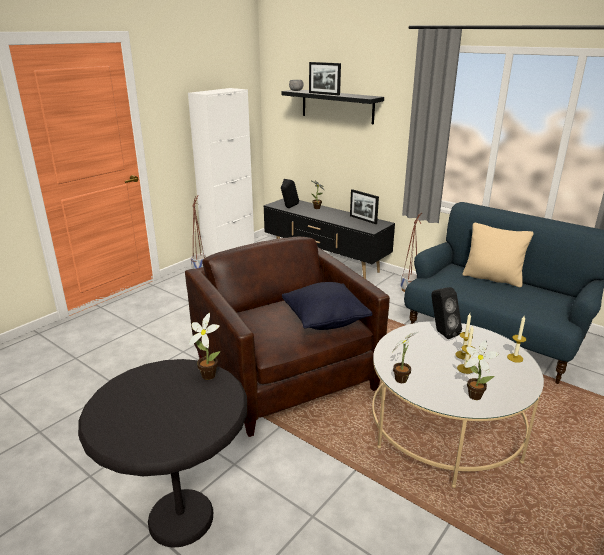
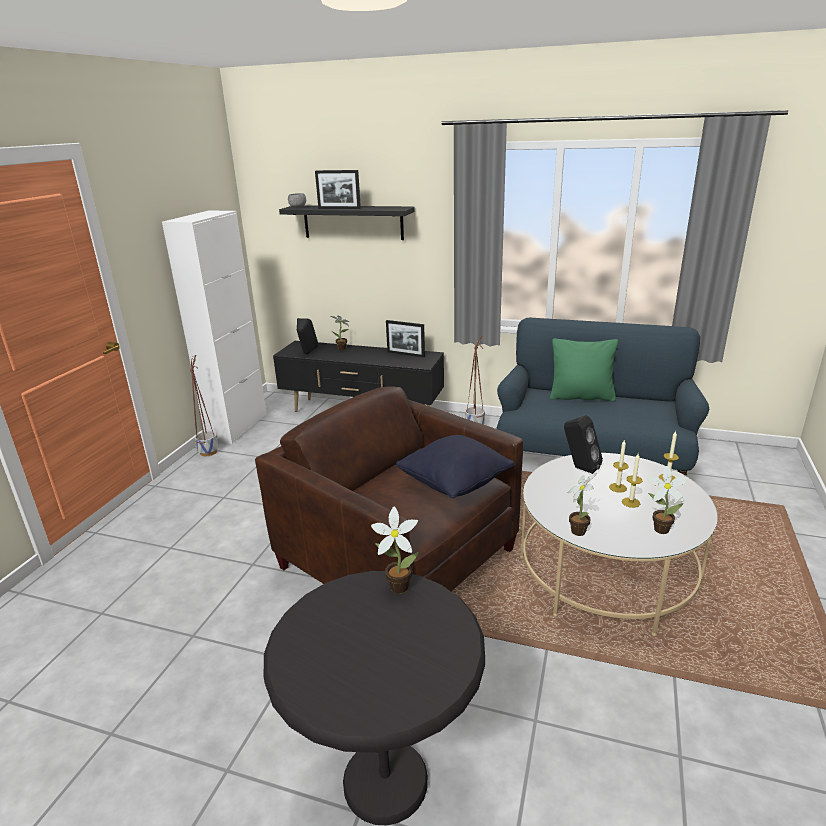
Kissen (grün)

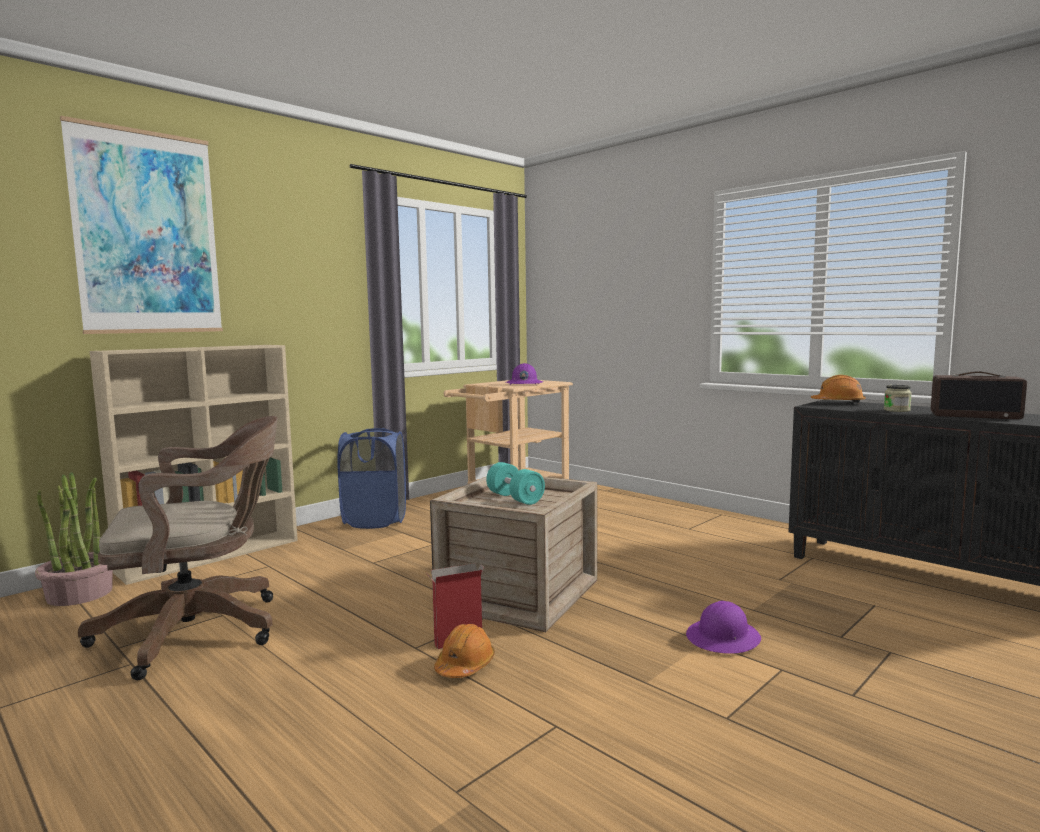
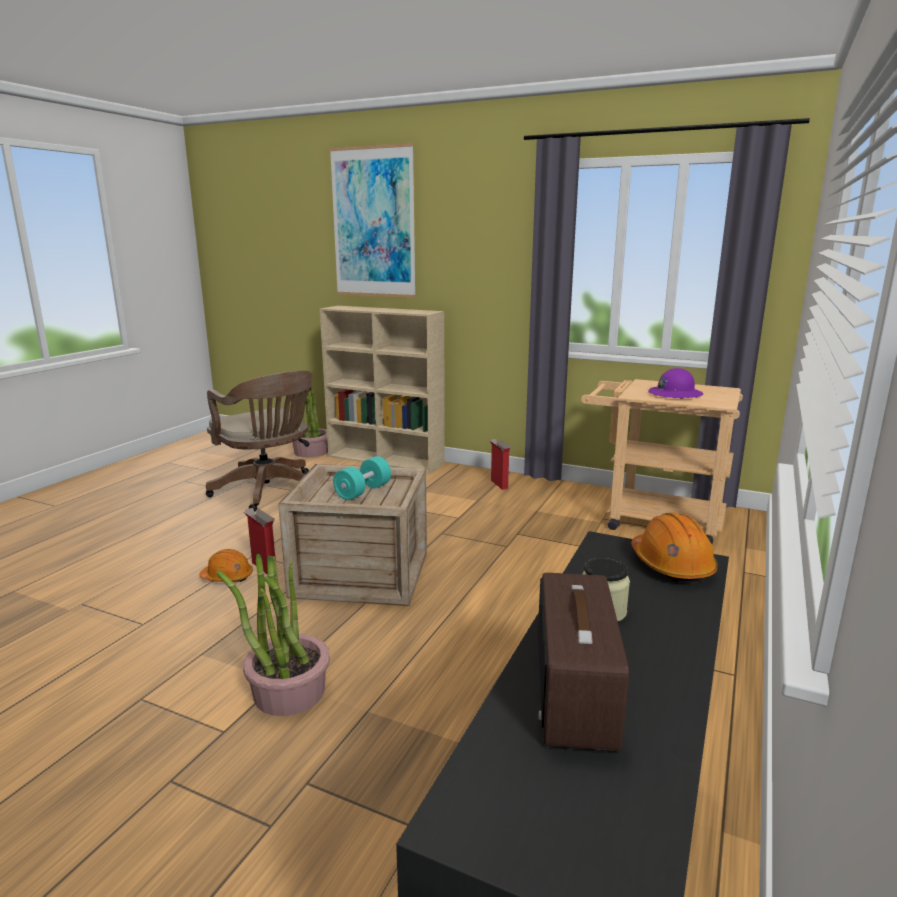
Karton (no. 2 from left)
Topfpflanze (no. 1 from left)

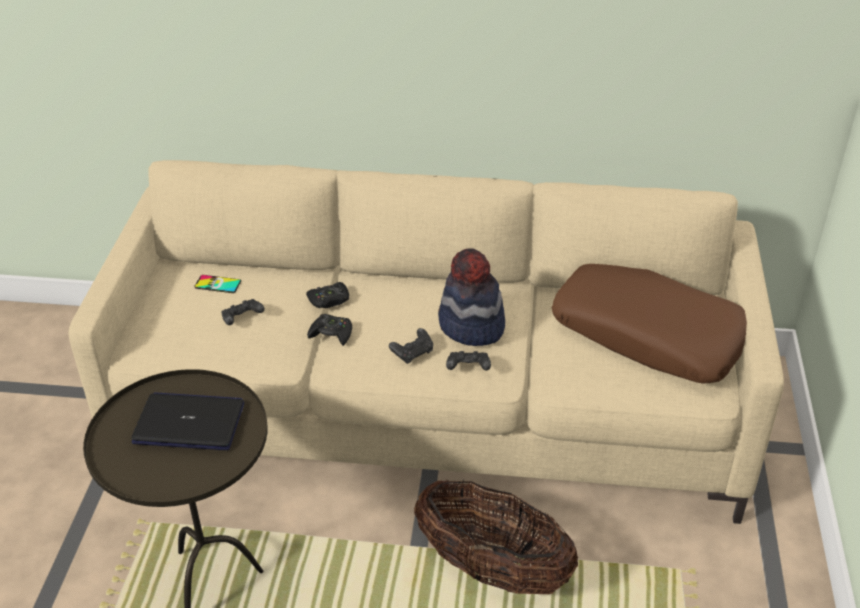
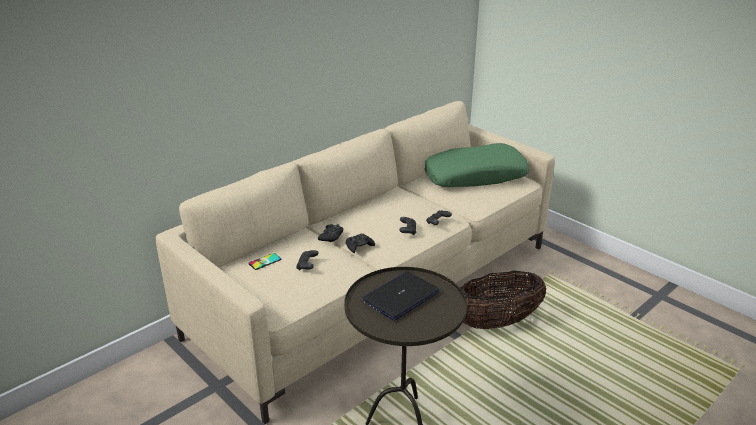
Hut
Kissen (grün)

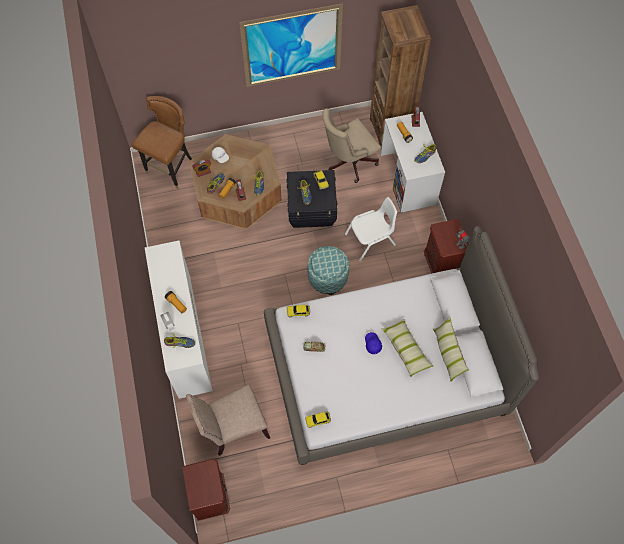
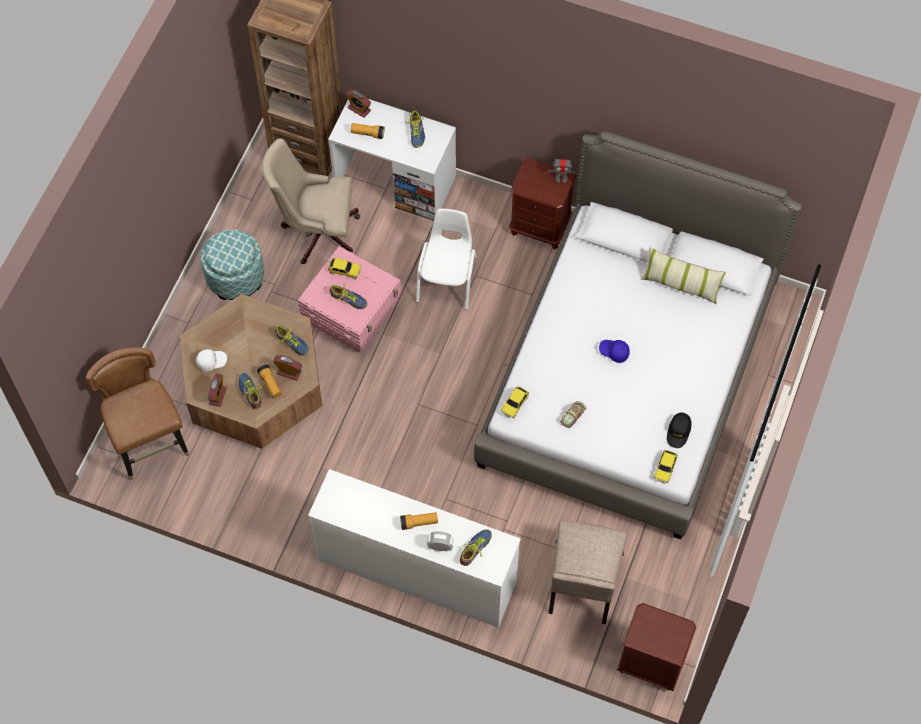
Bild
Aufbewahrungsbox (rosa)
Polsterhocker
Bürostuhl (beige)
Kissen (no. 1 from left in the first image)
Kappe (schwarz)

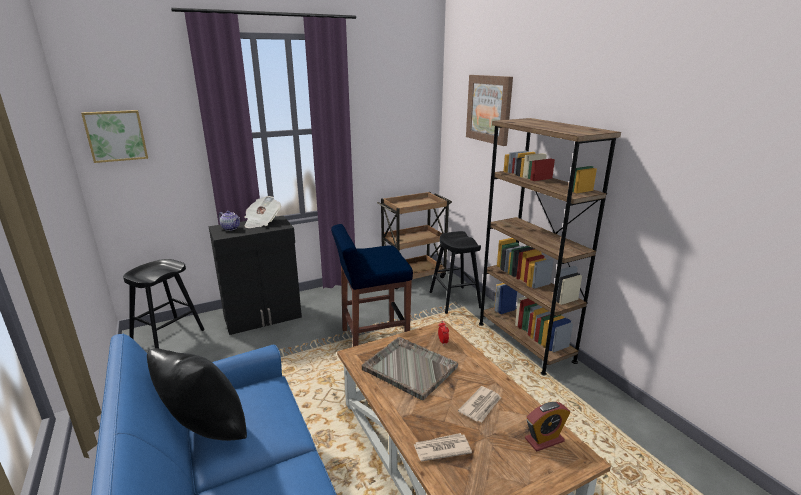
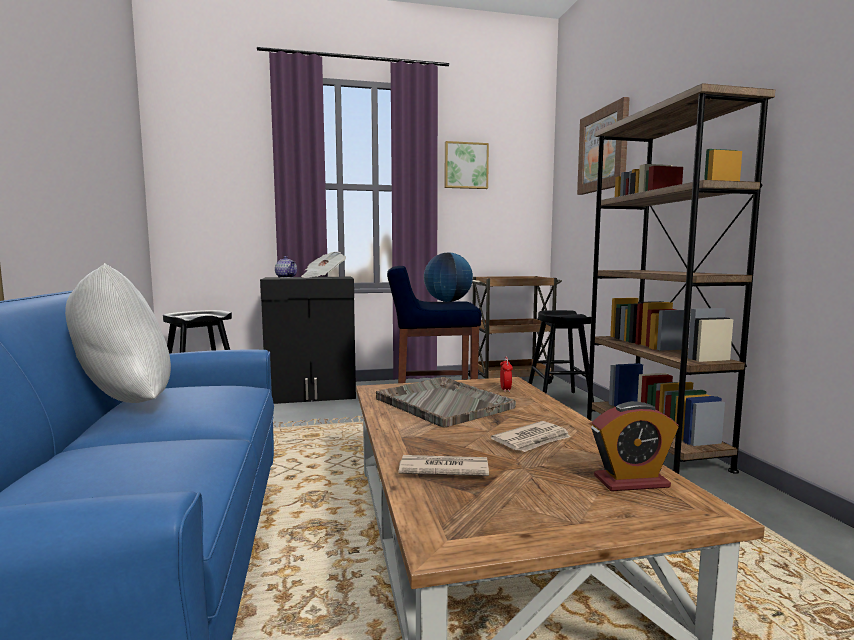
Bild (no. 1 from left)
Kissen (weiß)
Globus

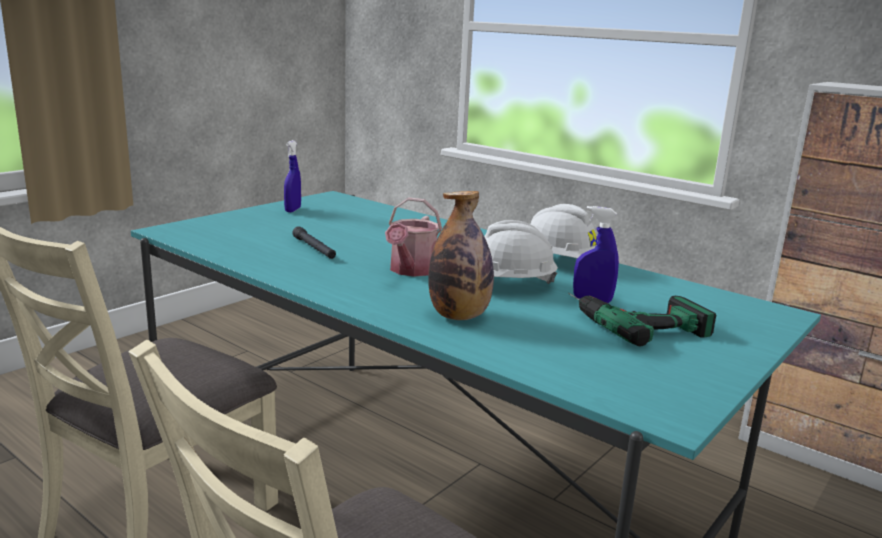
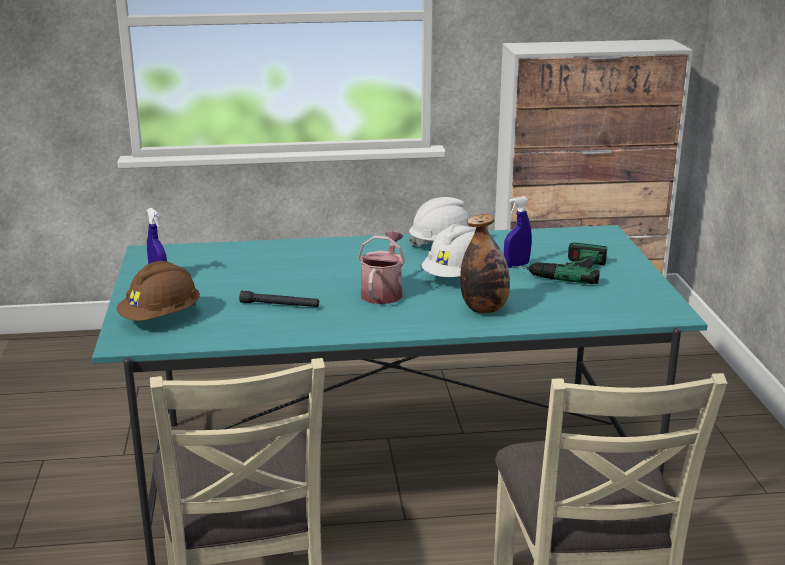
Gießkanne
Schutzhelm (braun)

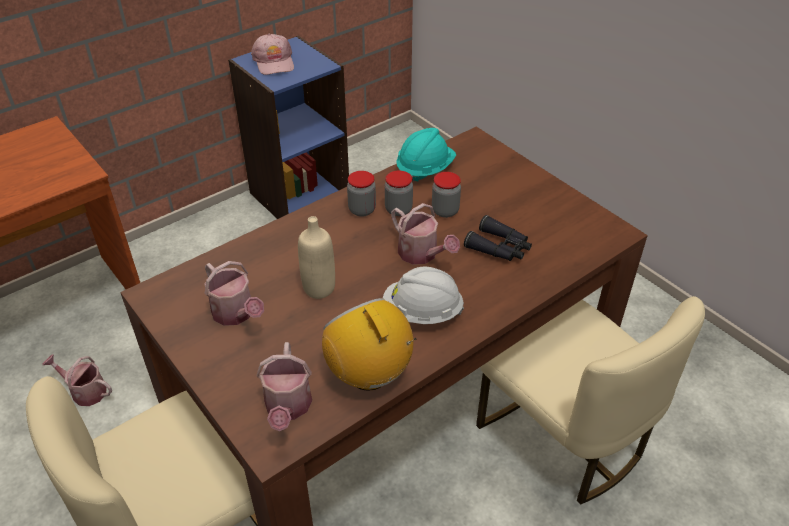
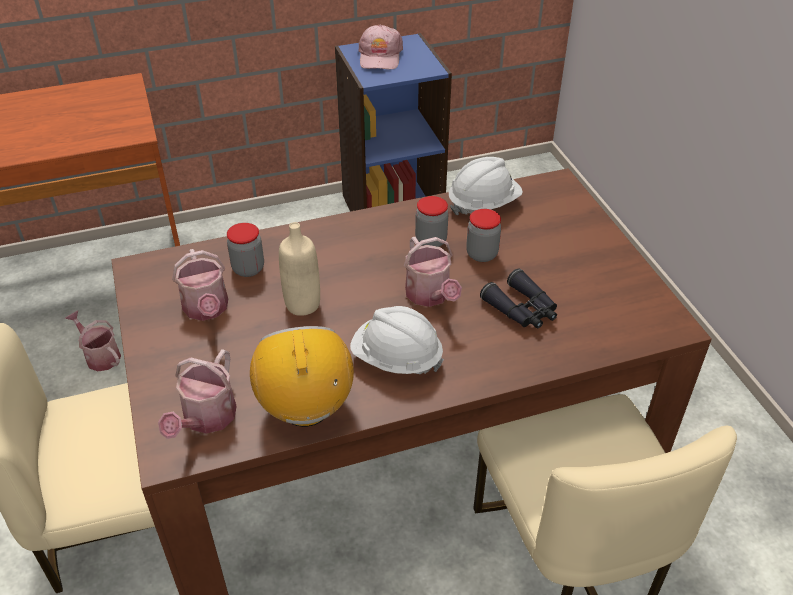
Vorratsglas (no. 1 from left)
Schutzhelm (weiß) (no. 2 from left)

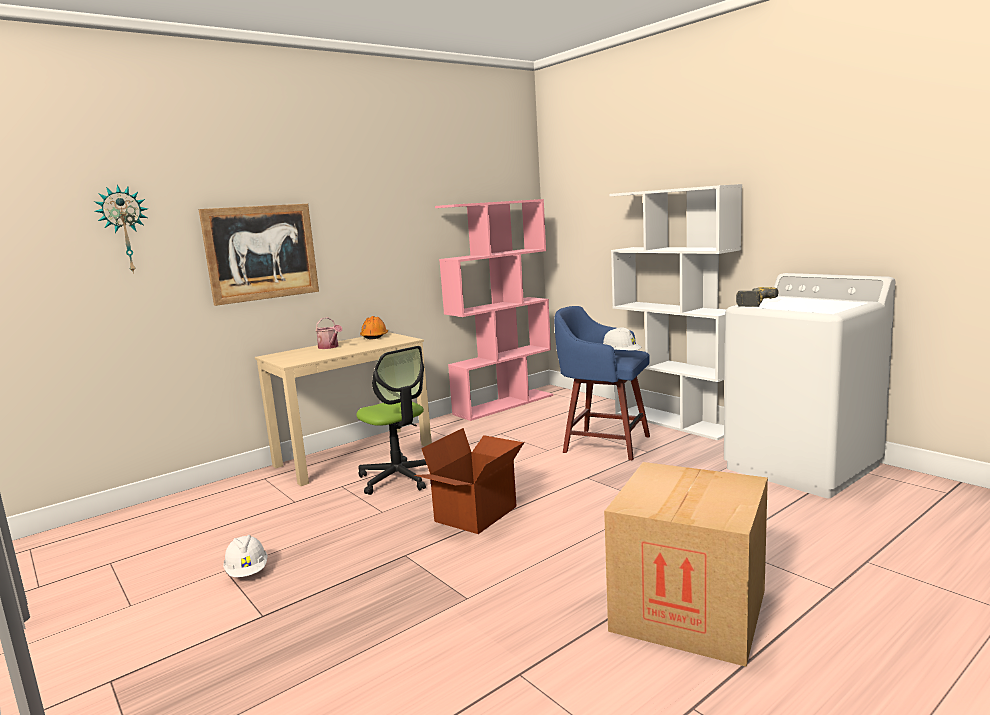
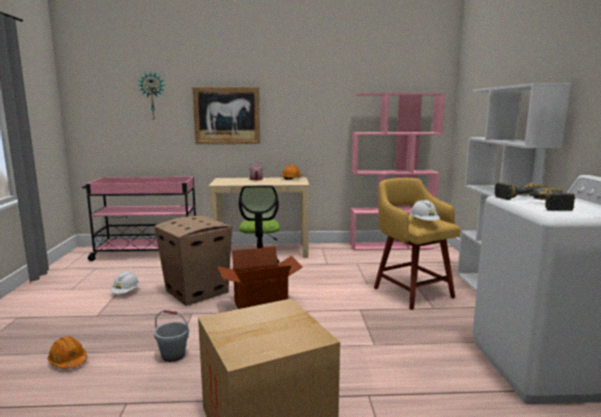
Hocker (gelb)
Schutzhelm (orange) (no. 1 from left)
Rollwagen (rosa)
Karton (no. 1 from left)
Eimer (grau)
Bohrmaschine (no. 2 from left)

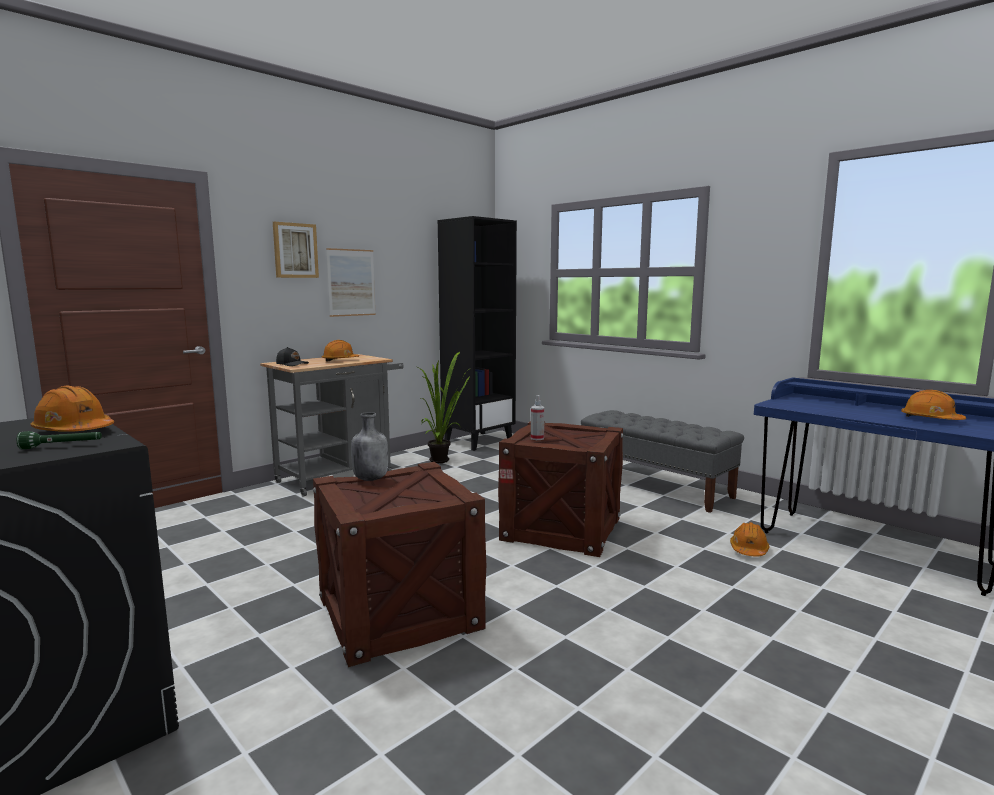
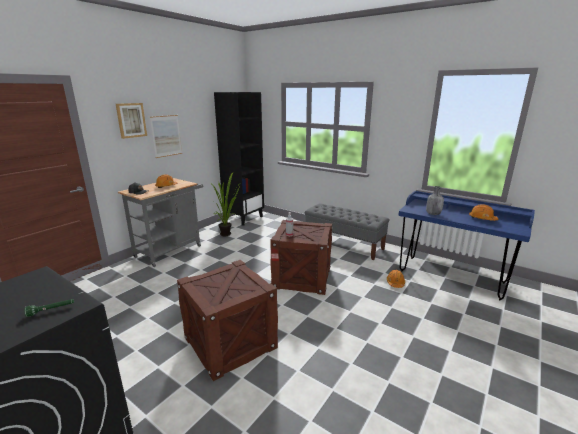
Schutzhelm (orange) (no. 1 from left in the first image)
Flasche (grau)

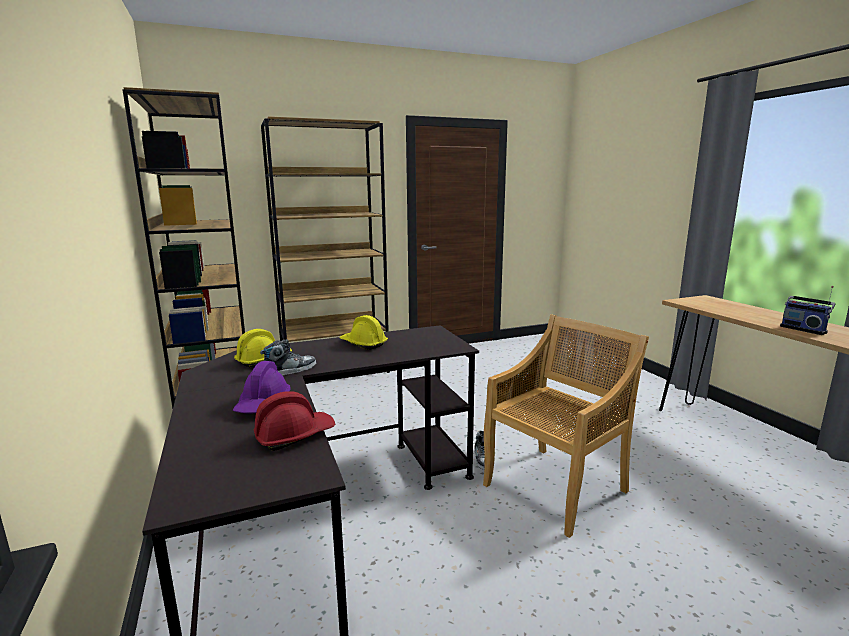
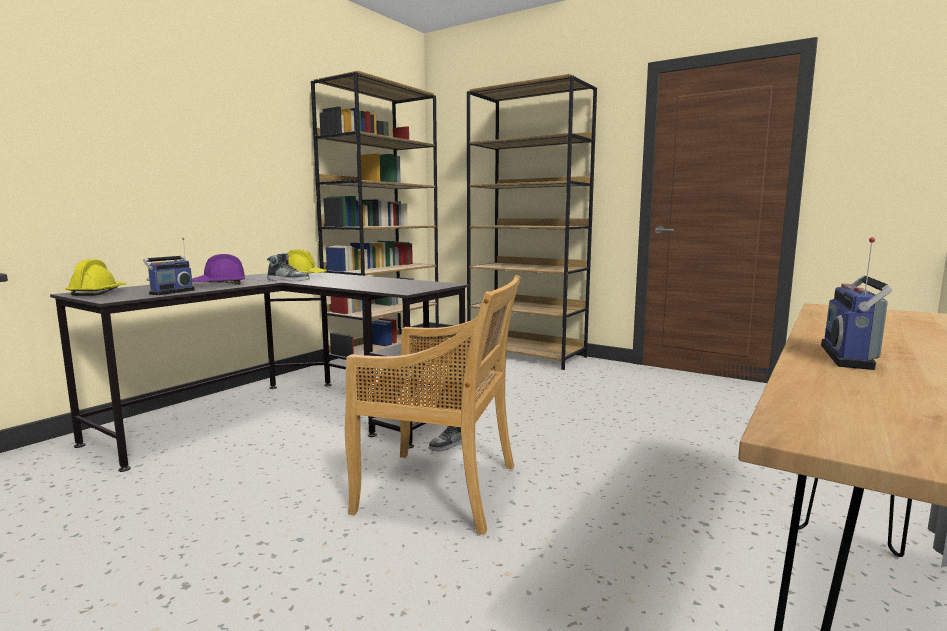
Radio (no. 1 from left)
Schutzhelm (gelb) (no. 1 from left)

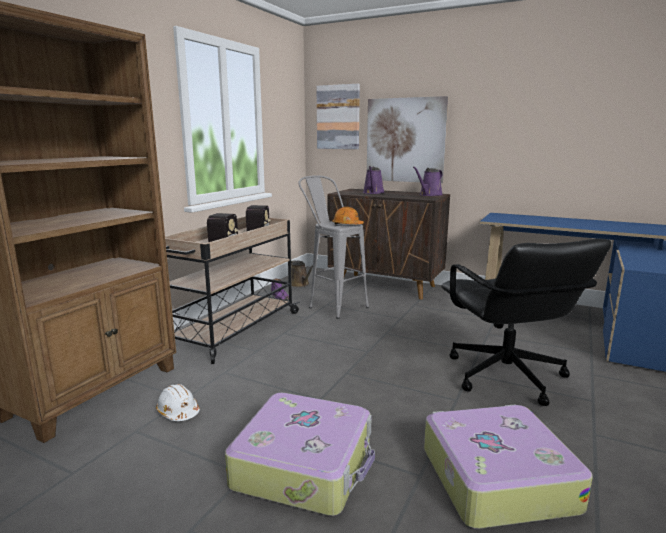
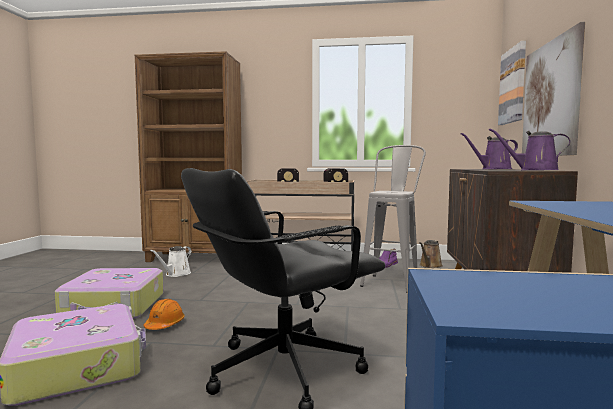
Gießkanne (weiß)
Schutzhelm (orange)

